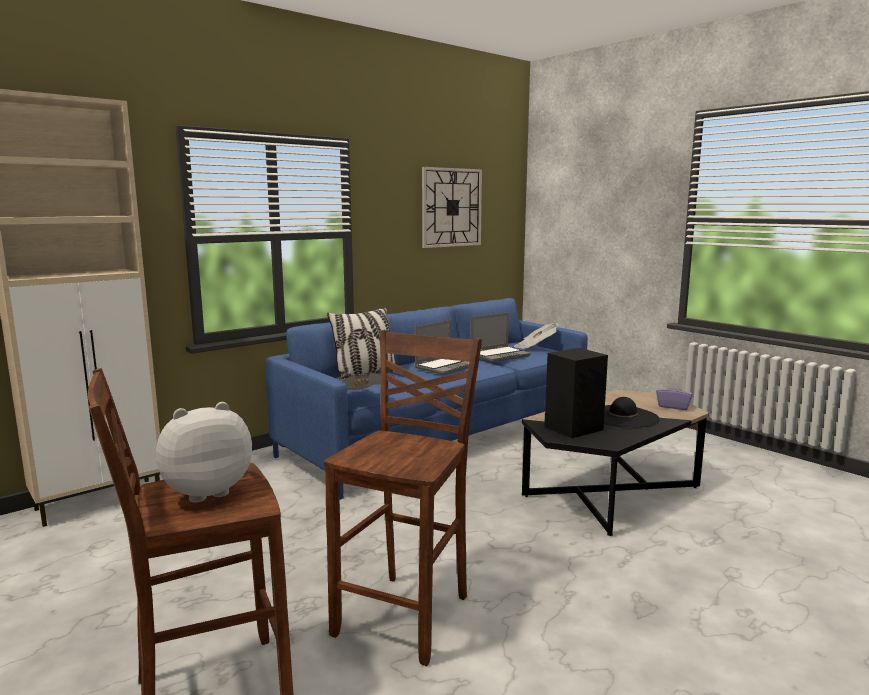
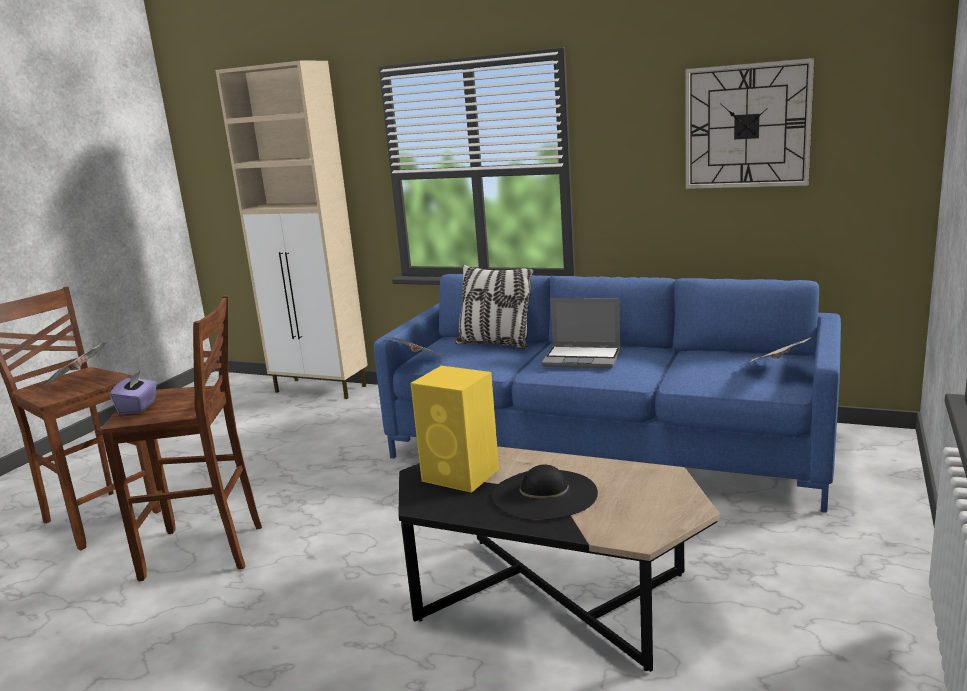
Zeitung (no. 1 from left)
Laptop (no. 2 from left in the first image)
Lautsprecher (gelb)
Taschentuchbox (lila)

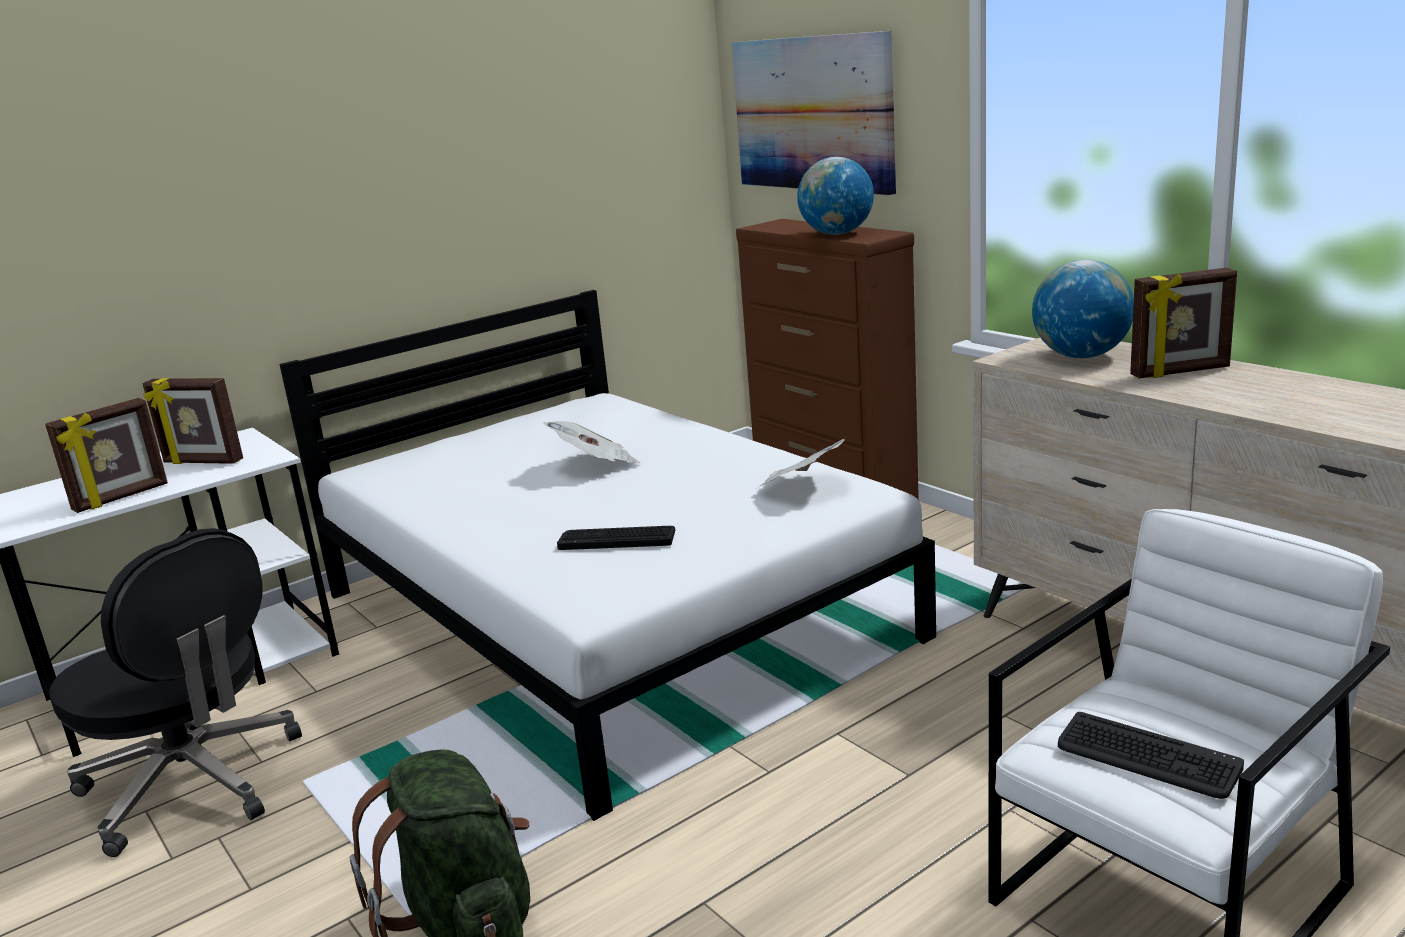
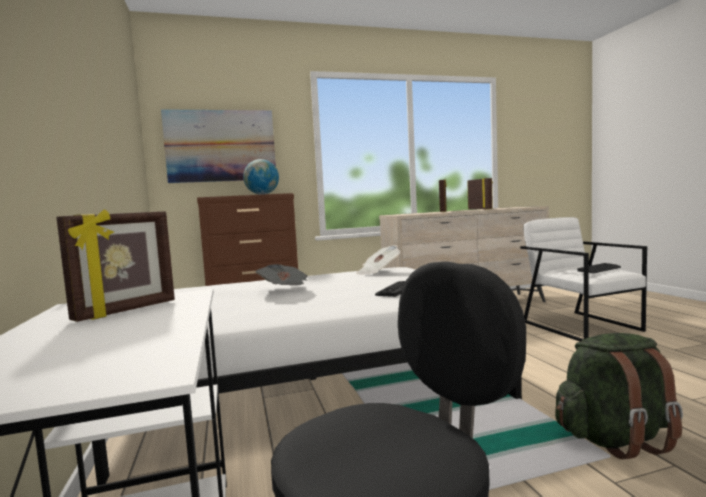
Bilderrahmen (no. 3 from left)
Globus (no. 2 from left in the first image)

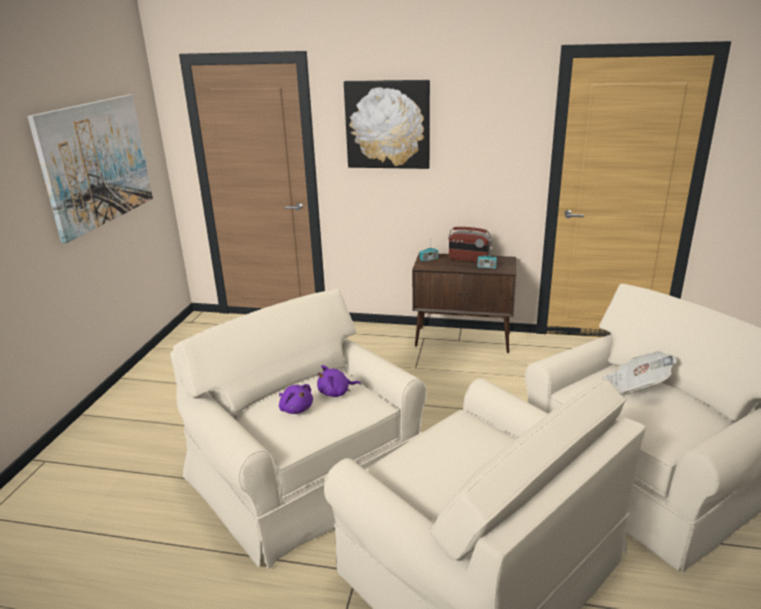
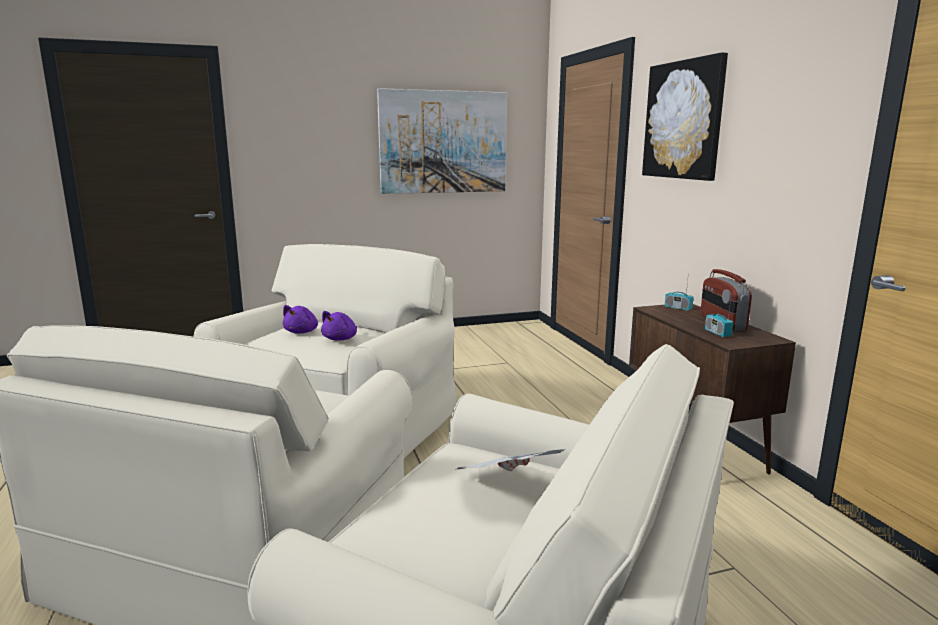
Plüschtier (lila) (no. 2 from left)

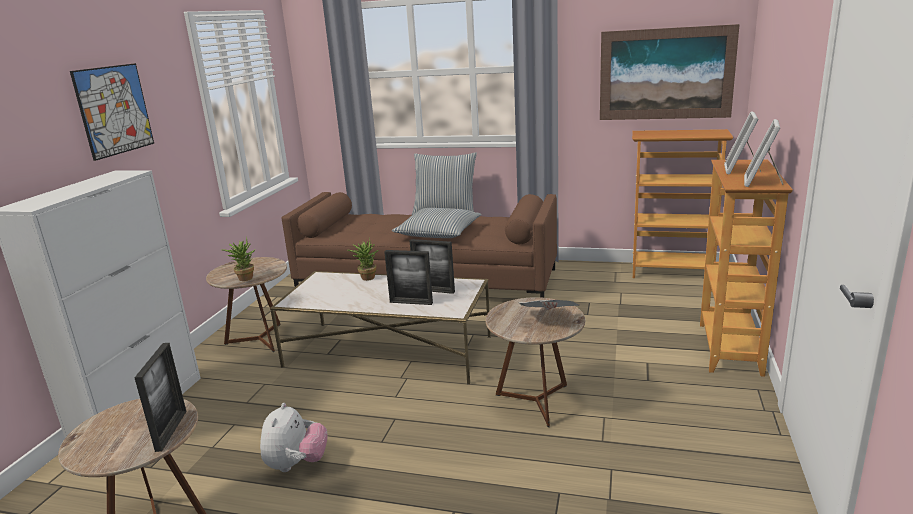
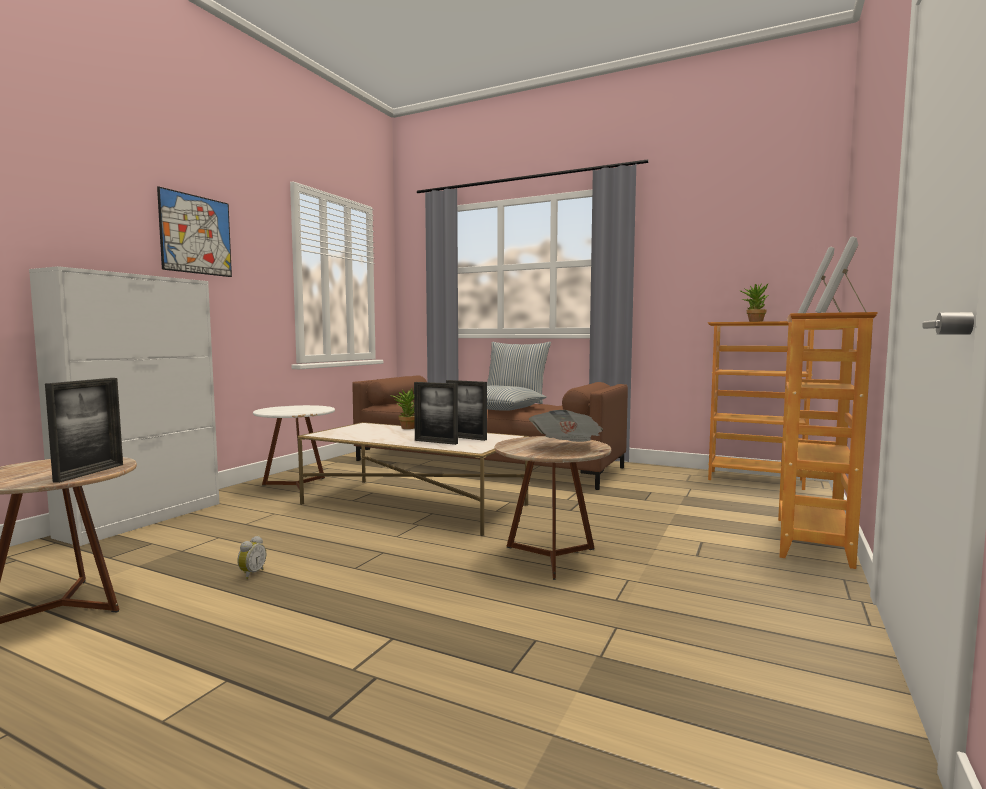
Beistelltisch (weiß)
Topfpflanze (no. 2 from left)
Wecker
Bild (no. 2 from left in the first image)

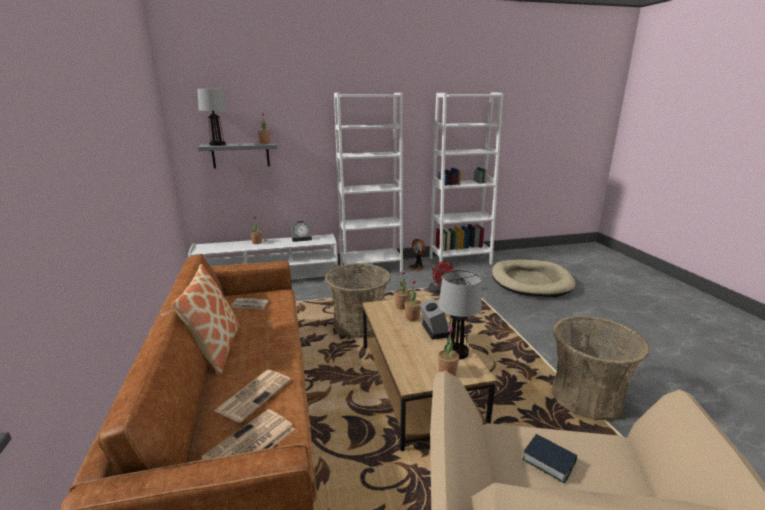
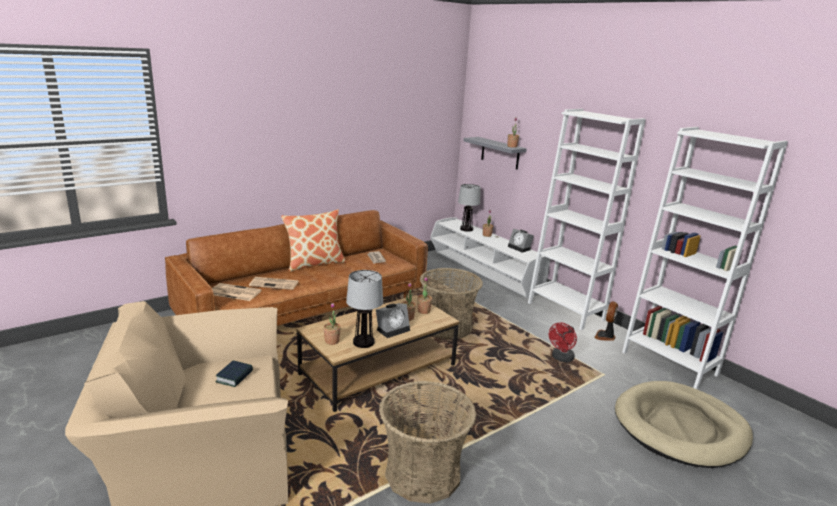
Tischlampe (no. 2 from left)

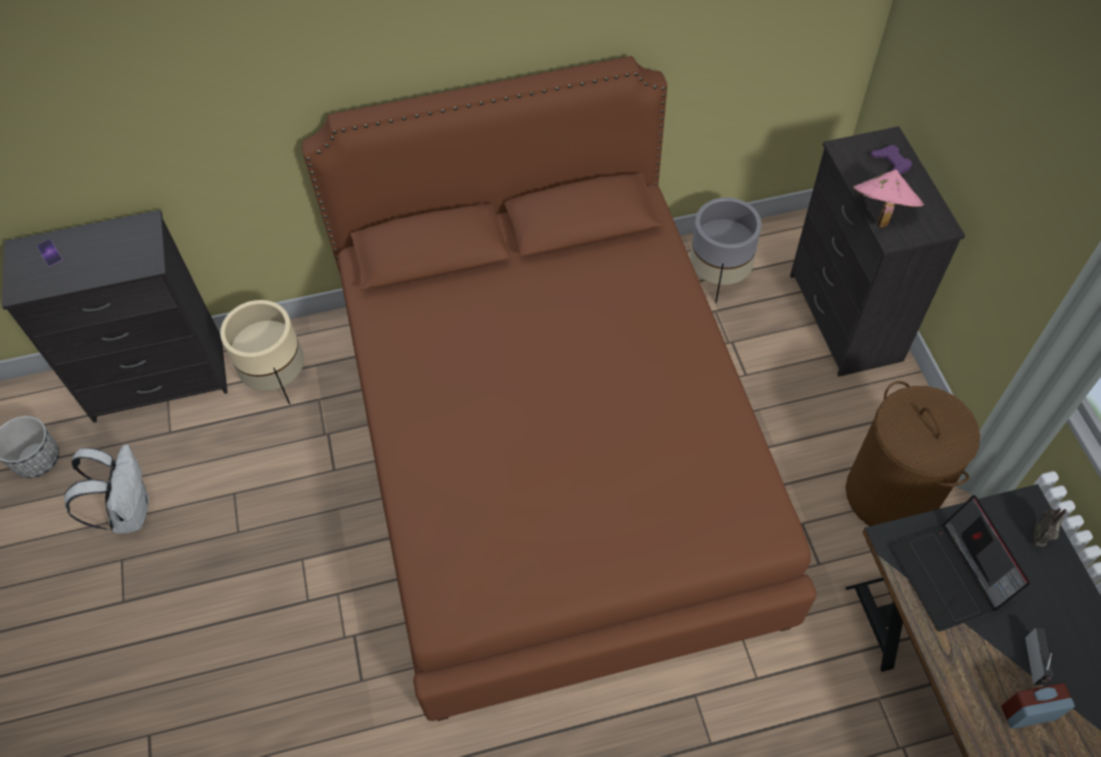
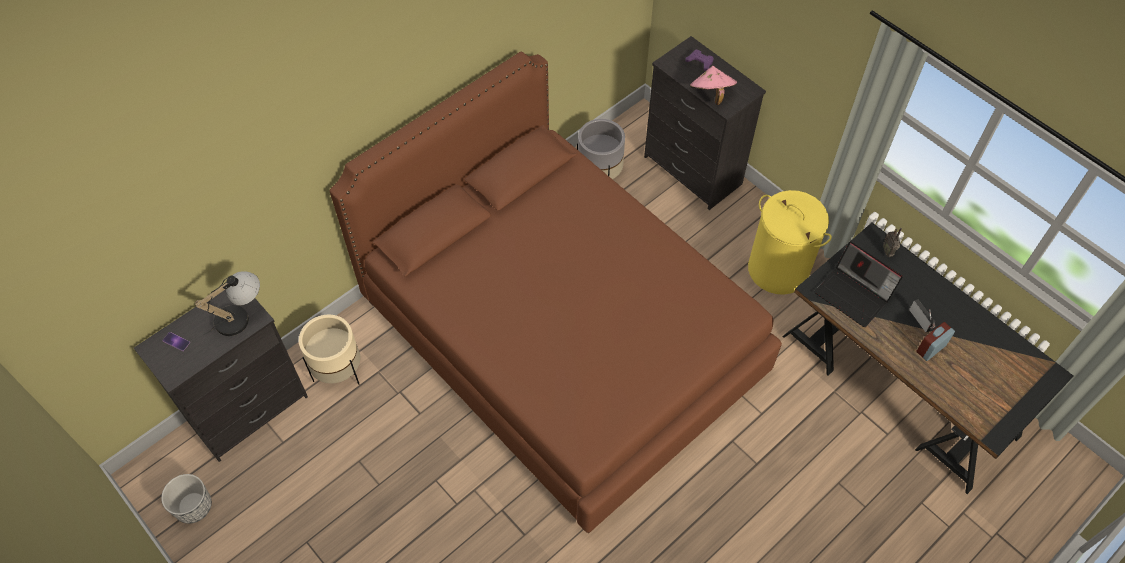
Rucksack (weiß)
Wäschekorb (gelb)
Tischlampe

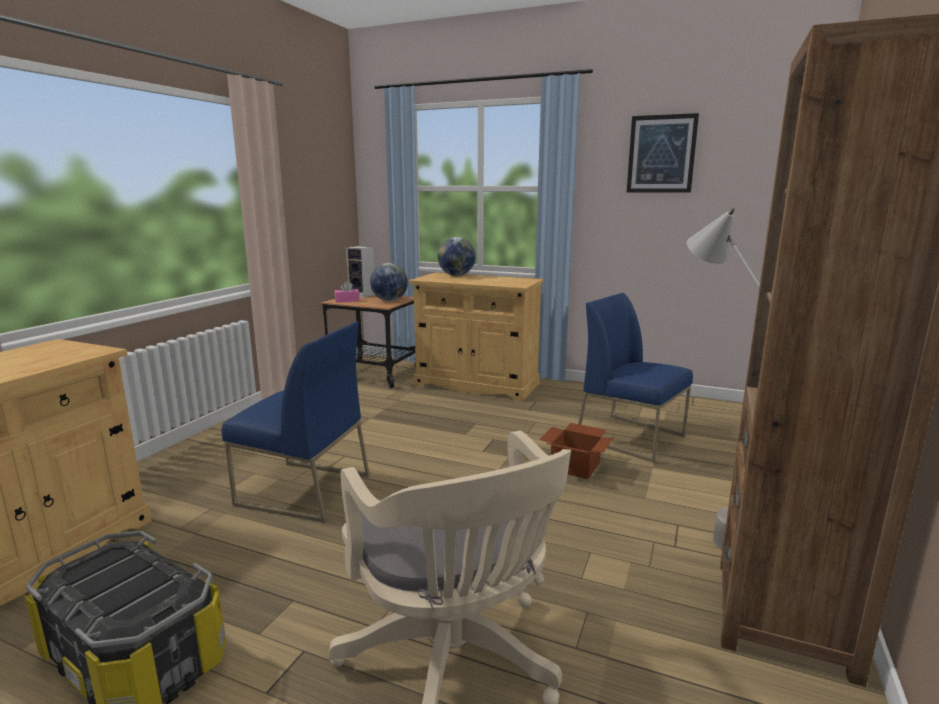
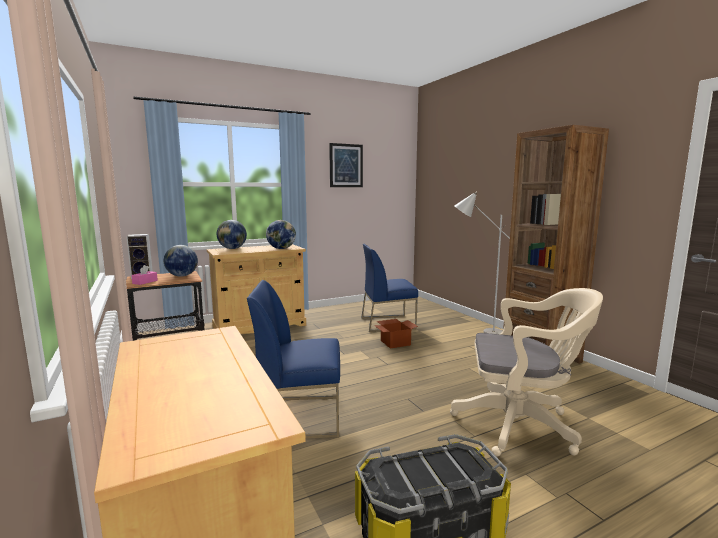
Stuhl (blau) (no. 1 from left)
Globus (no. 3 from left)

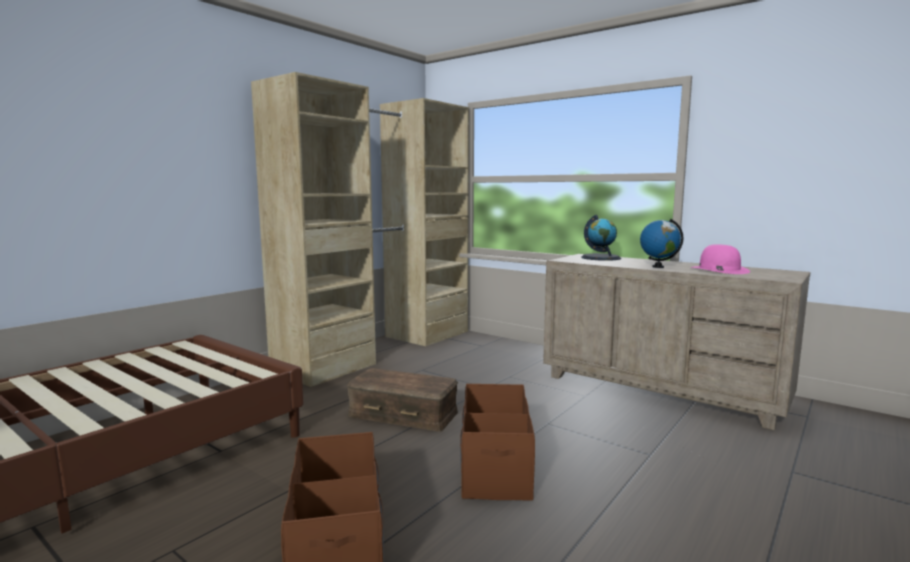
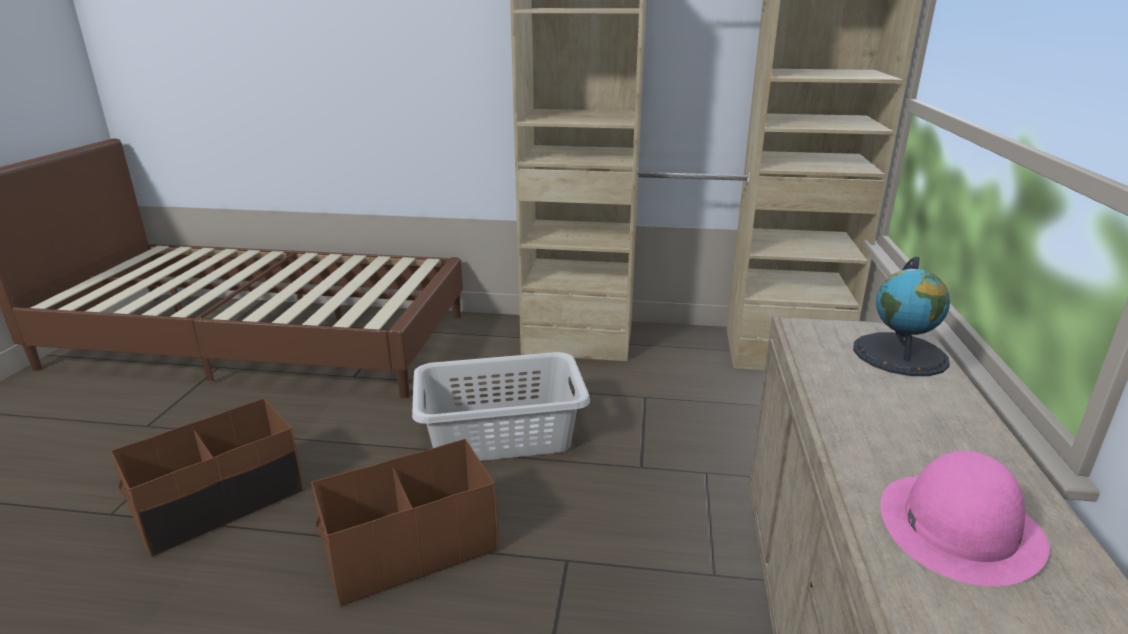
Wäschekorb (grau)
Globus (no. 2 from left in the first image)

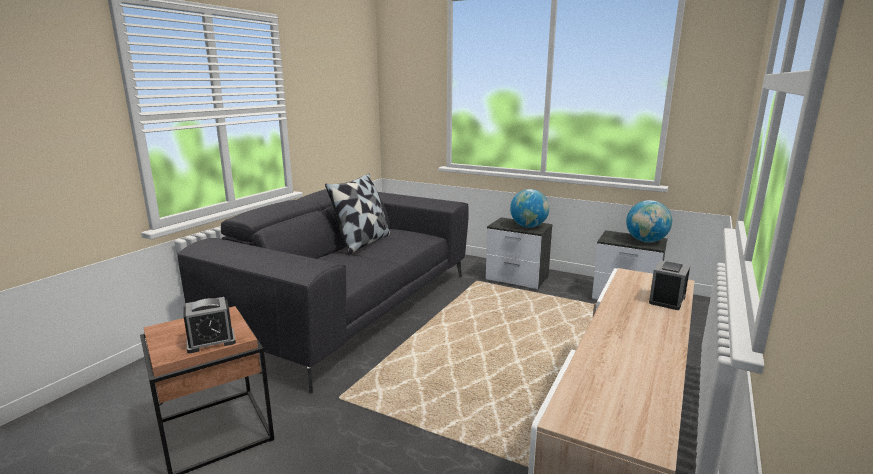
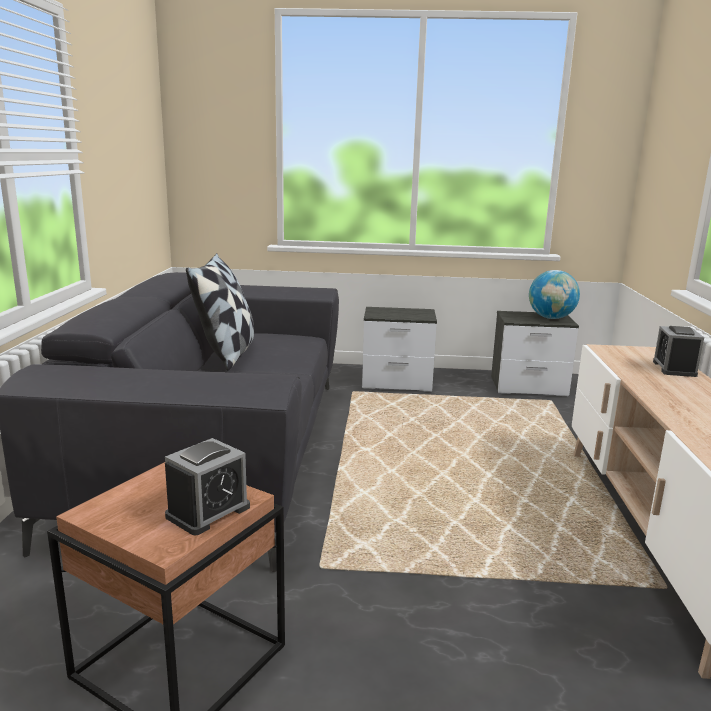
Globus (no. 1 from left in the first image)

